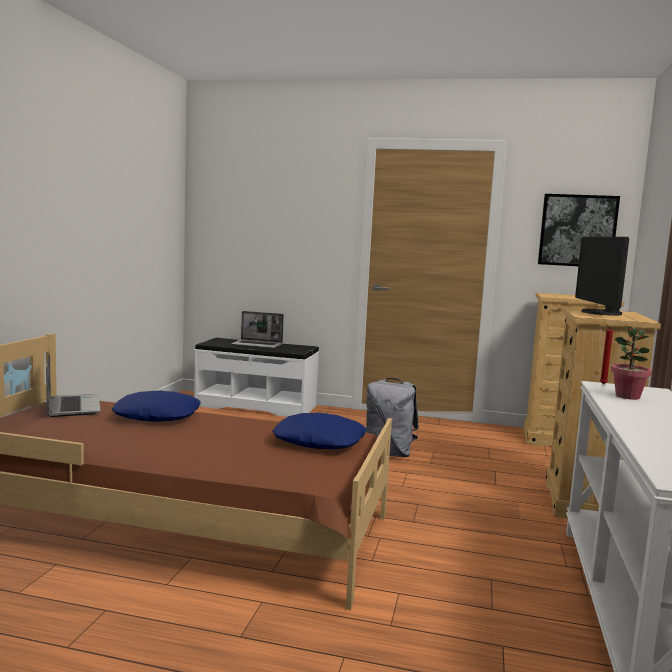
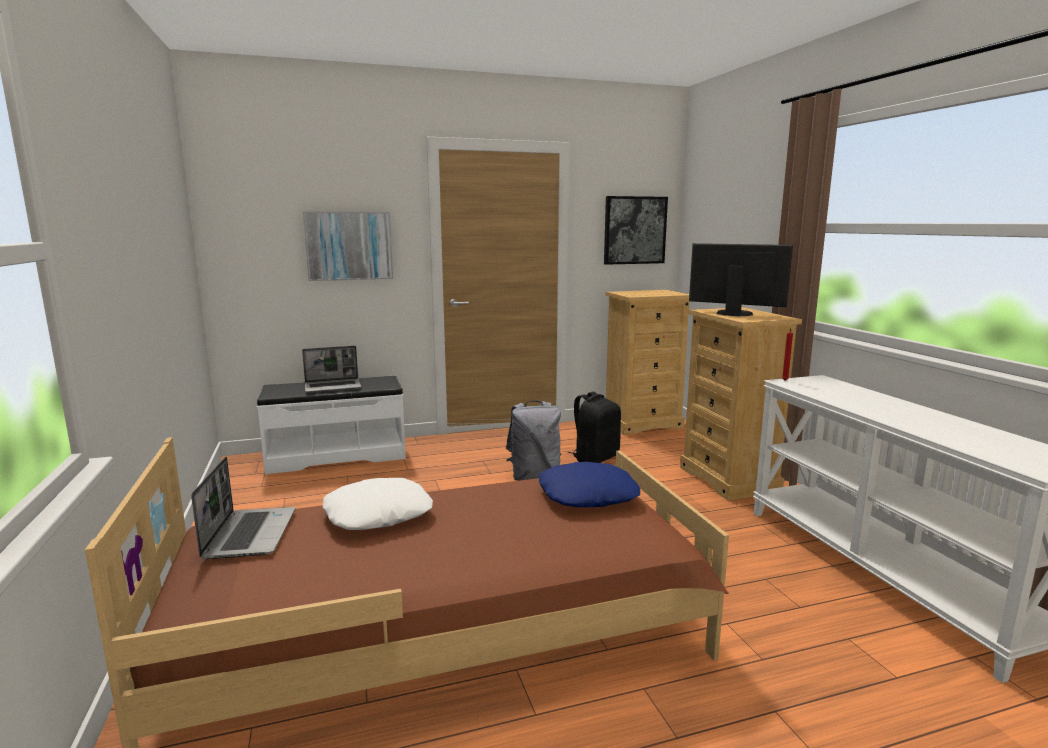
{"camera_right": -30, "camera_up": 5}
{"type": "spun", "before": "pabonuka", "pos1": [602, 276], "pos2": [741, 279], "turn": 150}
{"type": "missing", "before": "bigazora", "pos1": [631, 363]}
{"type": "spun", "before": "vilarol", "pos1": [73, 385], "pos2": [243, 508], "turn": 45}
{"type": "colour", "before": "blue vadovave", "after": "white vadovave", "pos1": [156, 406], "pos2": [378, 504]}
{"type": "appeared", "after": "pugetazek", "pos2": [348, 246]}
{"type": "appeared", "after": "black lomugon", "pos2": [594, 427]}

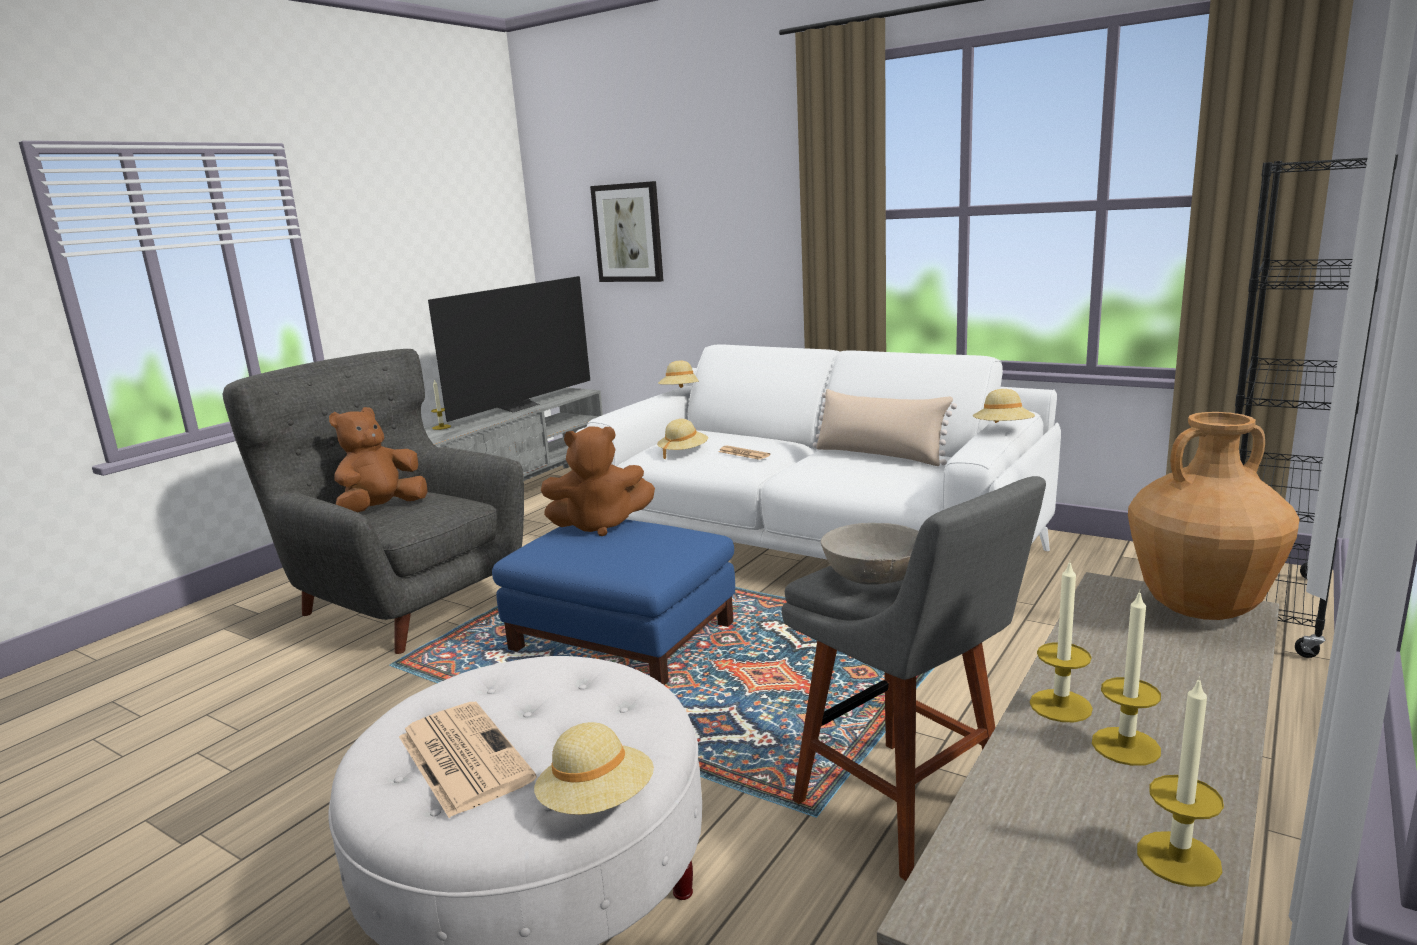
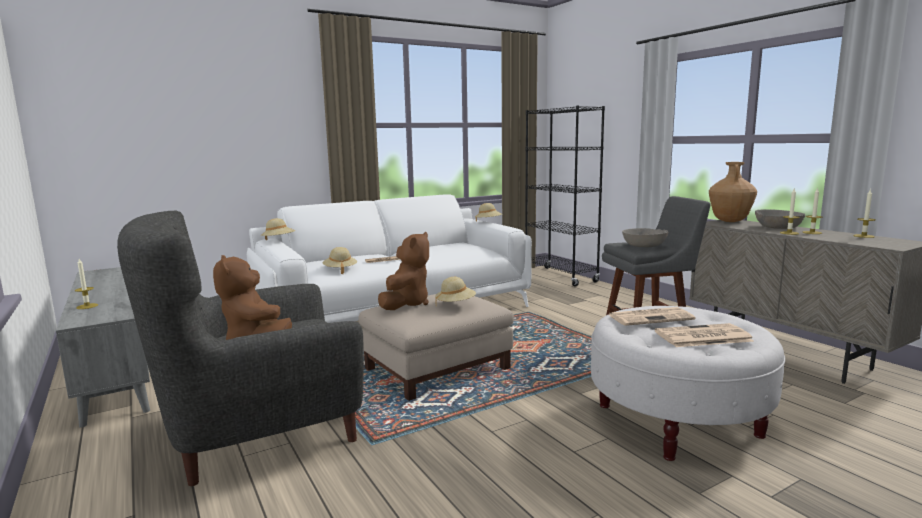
{"camera_right": -65, "camera_up": -5}
{"type": "missing", "before": "pugetazek", "pos1": [626, 231]}
{"type": "missing", "before": "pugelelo", "pos1": [509, 349]}
{"type": "missing", "before": "beige vadovave", "pos1": [885, 427]}
{"type": "colour", "before": "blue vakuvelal", "after": "beige vakuvelal", "pos1": [613, 602], "pos2": [436, 347]}
{"type": "relocated", "before": "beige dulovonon", "pos1": [594, 768], "pos2": [455, 291]}
{"type": "appeared", "after": "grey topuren", "pos2": [780, 219]}
{"type": "appeared", "after": "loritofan", "pos2": [652, 316]}

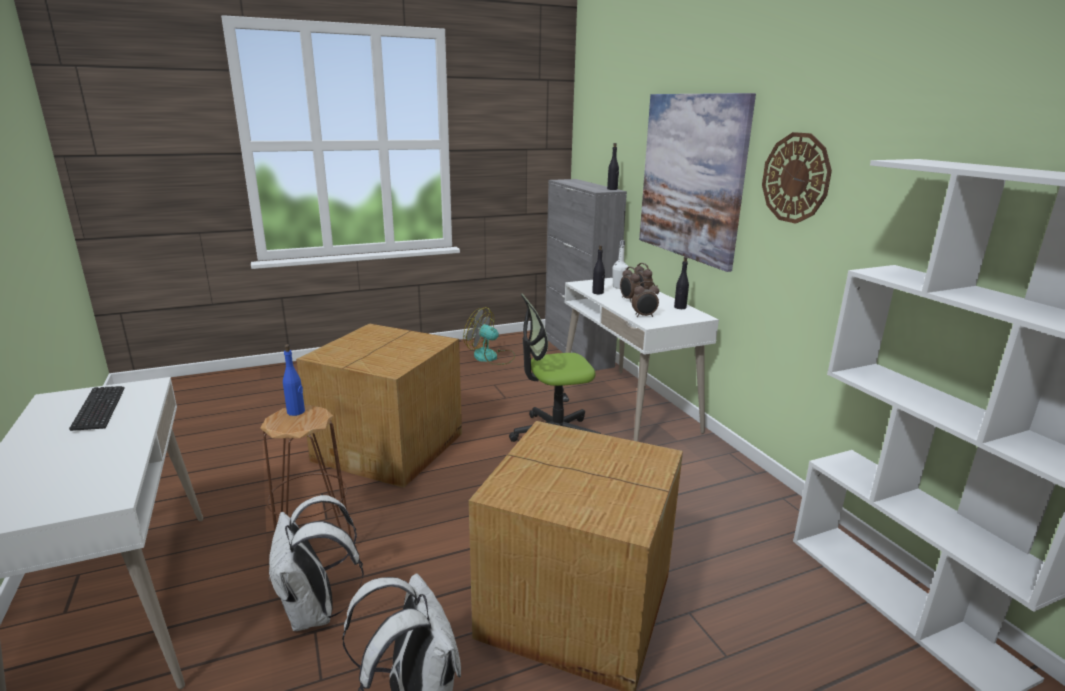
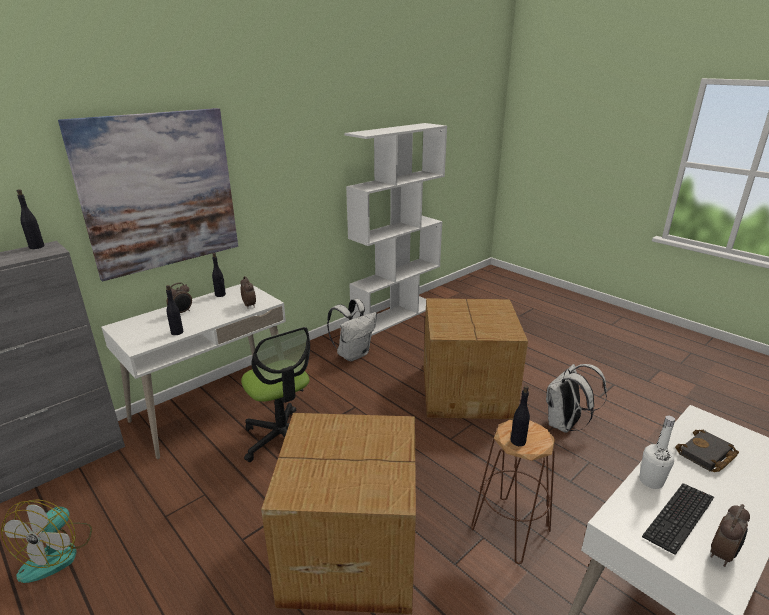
{"camera_right": -110, "camera_up": 5}
{"type": "missing", "before": "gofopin", "pos1": [797, 178]}
{"type": "relocated", "before": "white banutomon", "pos1": [620, 264], "pos2": [657, 452]}
{"type": "relocated", "before": "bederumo", "pos1": [630, 284], "pos2": [730, 535]}
{"type": "colour", "before": "blue banutomon", "after": "black banutomon", "pos1": [294, 380], "pos2": [520, 416]}
{"type": "relocated", "before": "white lomugon", "pos1": [316, 563], "pos2": [352, 330]}
{"type": "appeared", "after": "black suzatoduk", "pos2": [707, 451]}

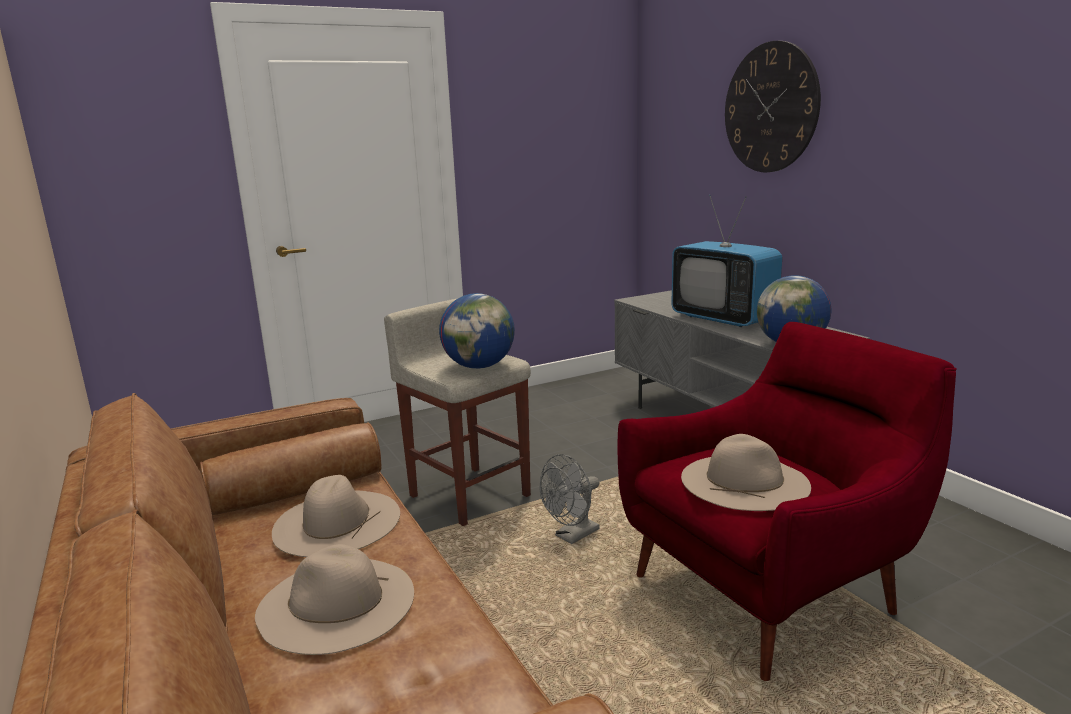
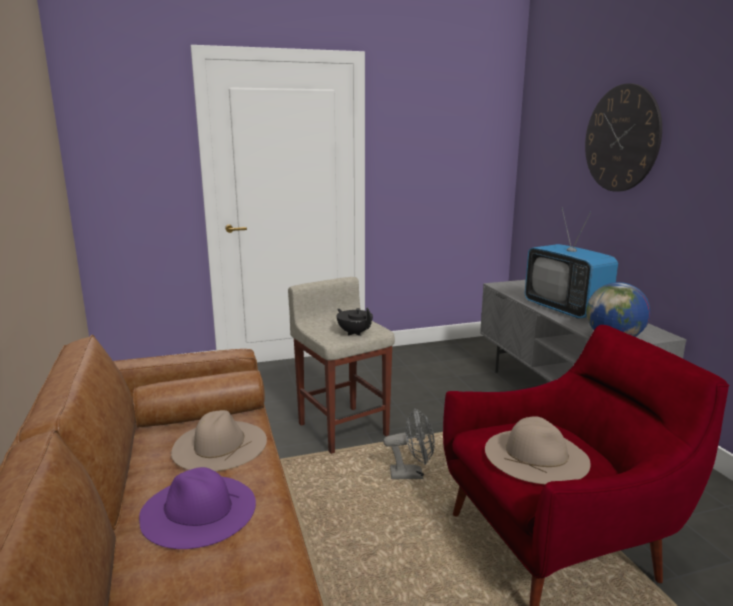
{"camera_right": 10, "camera_up": 0}
{"type": "exchanged", "before": "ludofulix", "after": "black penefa", "pos1": [477, 331], "pos2": [355, 321]}
{"type": "spun", "before": "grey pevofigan", "pos1": [570, 499], "pos2": [409, 443], "turn": -150}
{"type": "colour", "before": "beige dulovonon", "after": "purple dulovonon", "pos1": [334, 599], "pos2": [197, 508]}

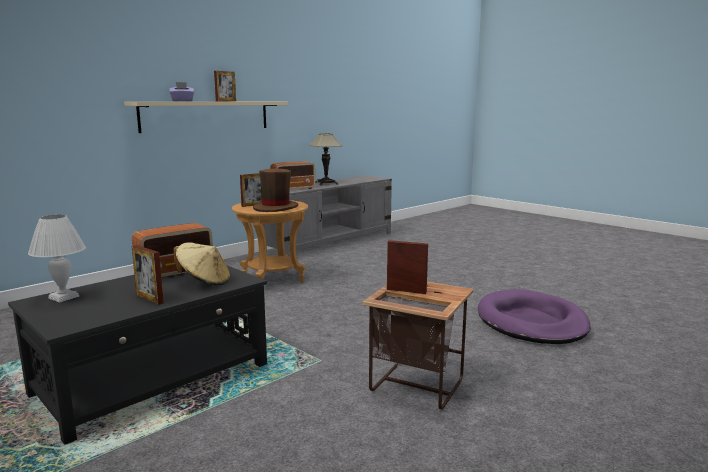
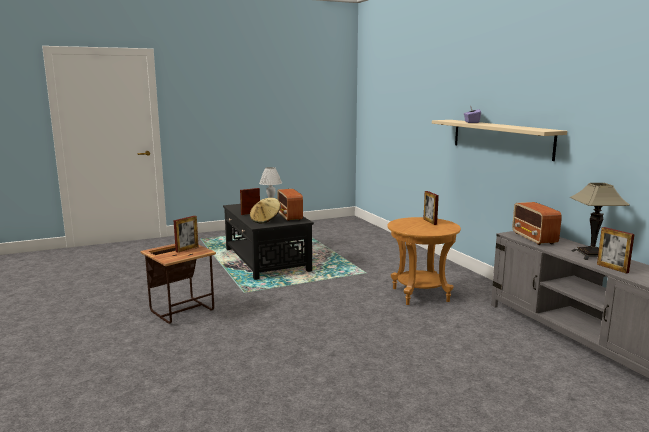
{"camera_right": 110, "camera_up": 0}
{"type": "relocated", "before": "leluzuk", "pos1": [225, 86], "pos2": [616, 250]}
{"type": "missing", "before": "brown dulovonon", "pos1": [275, 190]}
{"type": "missing", "before": "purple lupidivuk", "pos1": [534, 316]}

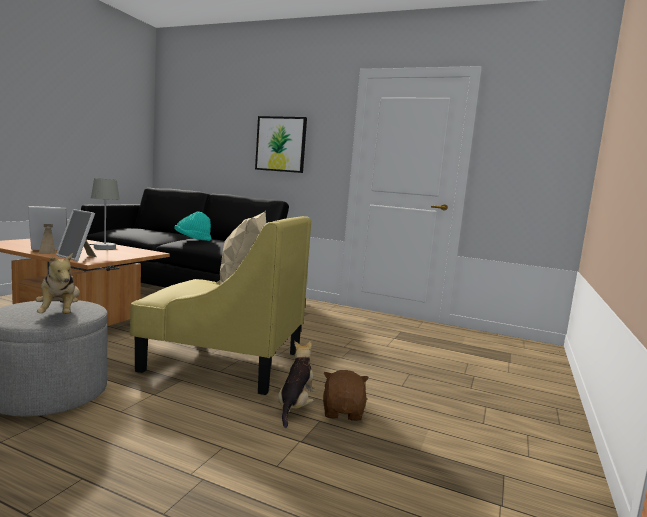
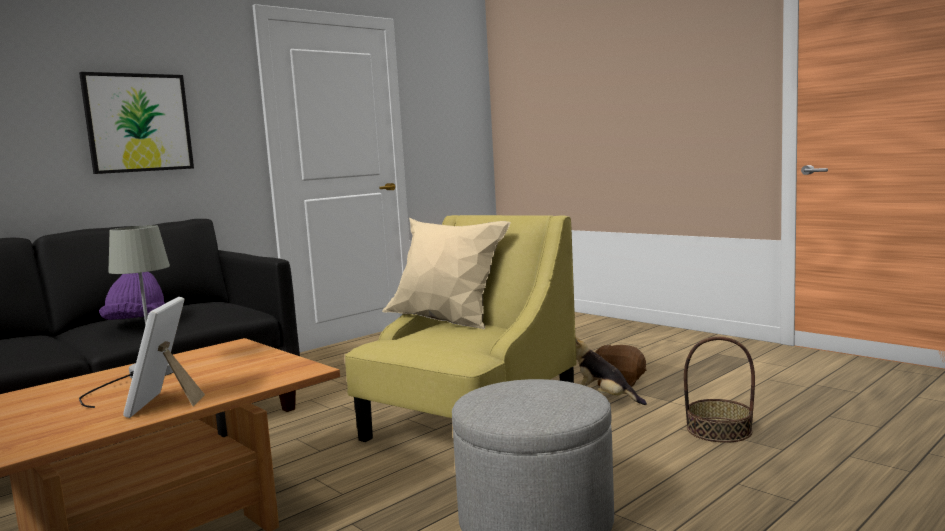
{"camera_right": -65, "camera_up": 0}
{"type": "missing", "before": "leluzuk", "pos1": [76, 235]}
{"type": "colour", "before": "turquoise dulovonon", "after": "purple dulovonon", "pos1": [193, 226], "pos2": [132, 296]}
{"type": "missing", "before": "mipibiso", "pos1": [58, 283]}
{"type": "appeared", "after": "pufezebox", "pos2": [719, 390]}

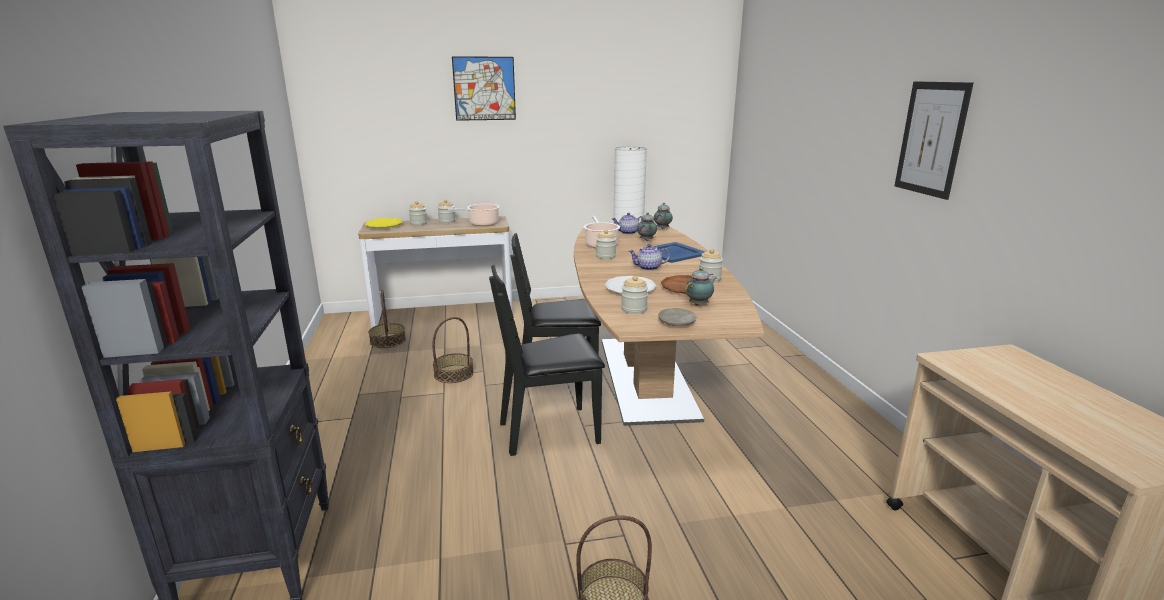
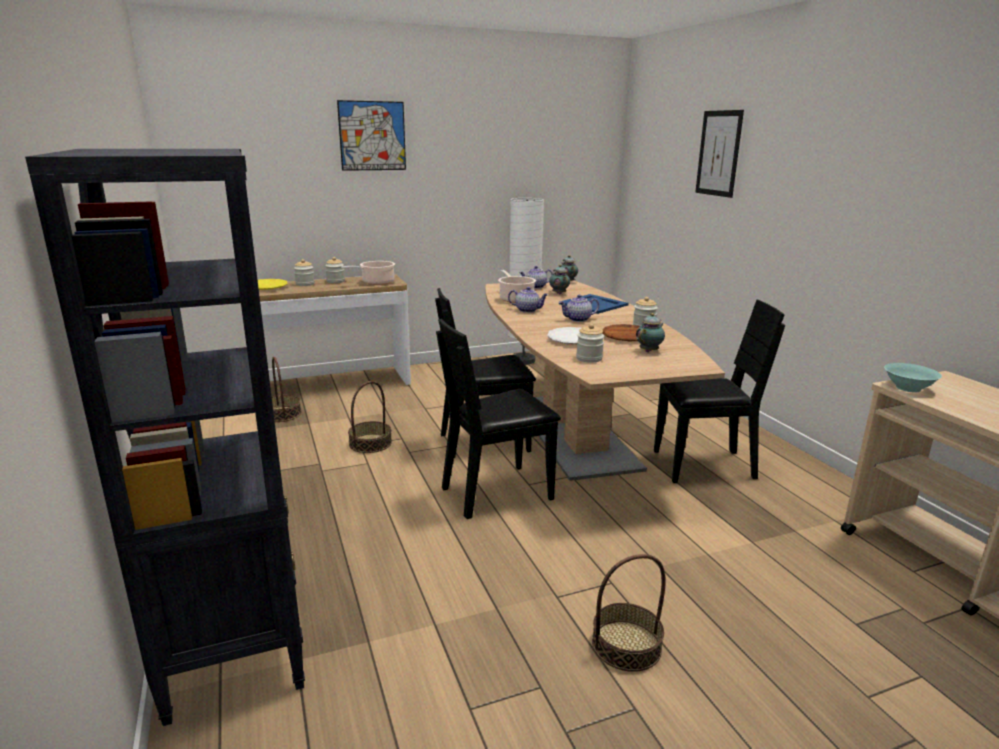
{"camera_right": -10, "camera_up": 0}
{"type": "relocated", "before": "pugetazek", "pos1": [934, 140], "pos2": [719, 154]}
{"type": "exchanged", "before": "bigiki", "after": "penefa", "pos1": [606, 244], "pos2": [528, 300]}
{"type": "missing", "before": "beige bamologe", "pos1": [677, 317]}
{"type": "appeared", "after": "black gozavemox", "pos2": [719, 391]}
{"type": "appeared", "after": "turquoise topuren", "pos2": [913, 378]}

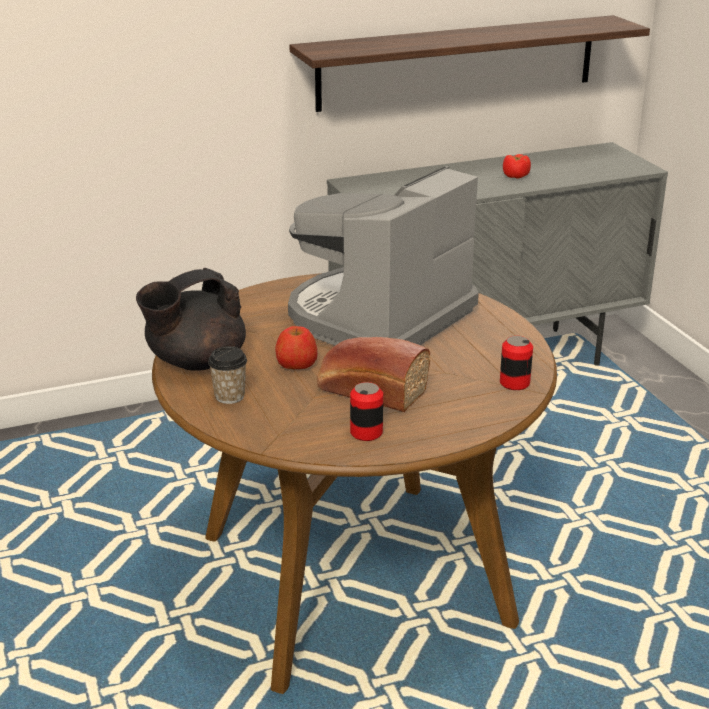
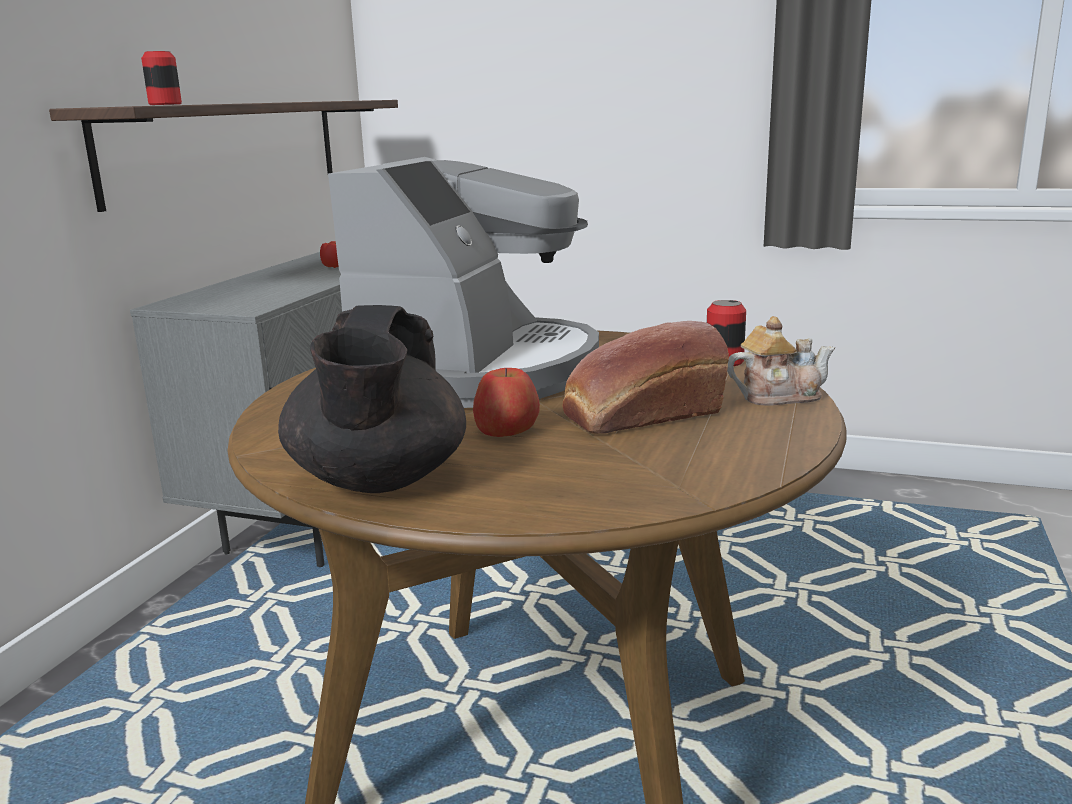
{"camera_right": -50, "camera_up": -10}
{"type": "spun", "before": "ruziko", "pos1": [383, 255], "pos2": [463, 282], "turn": -150}
{"type": "missing", "before": "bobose", "pos1": [227, 375]}
{"type": "relocated", "before": "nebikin", "pos1": [366, 411], "pos2": [161, 78]}
{"type": "appeared", "after": "penefa", "pos2": [781, 361]}

